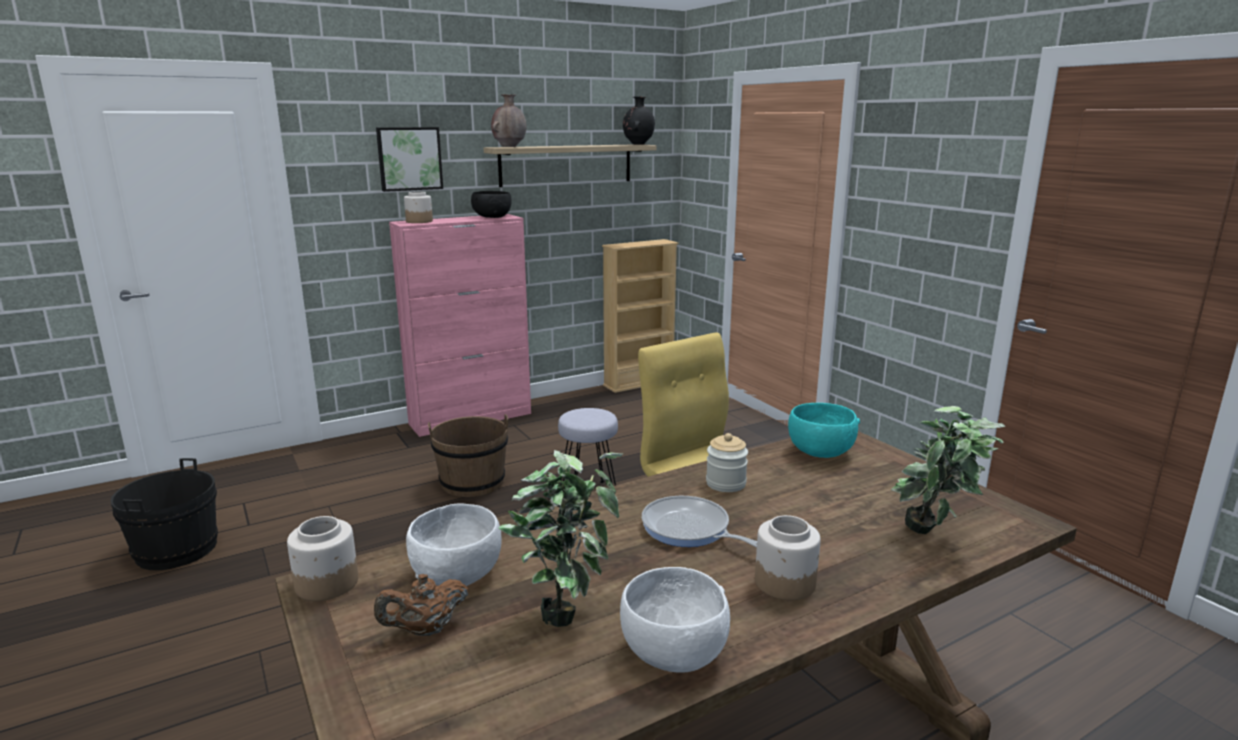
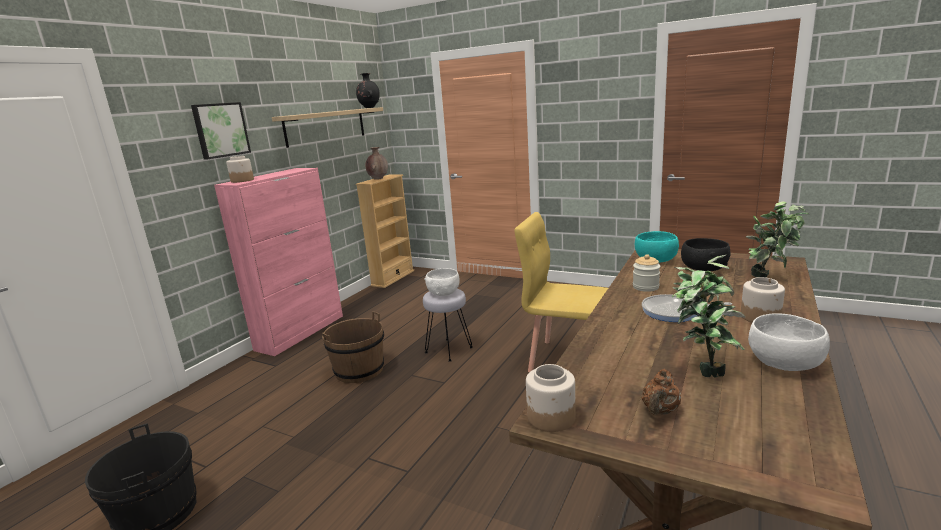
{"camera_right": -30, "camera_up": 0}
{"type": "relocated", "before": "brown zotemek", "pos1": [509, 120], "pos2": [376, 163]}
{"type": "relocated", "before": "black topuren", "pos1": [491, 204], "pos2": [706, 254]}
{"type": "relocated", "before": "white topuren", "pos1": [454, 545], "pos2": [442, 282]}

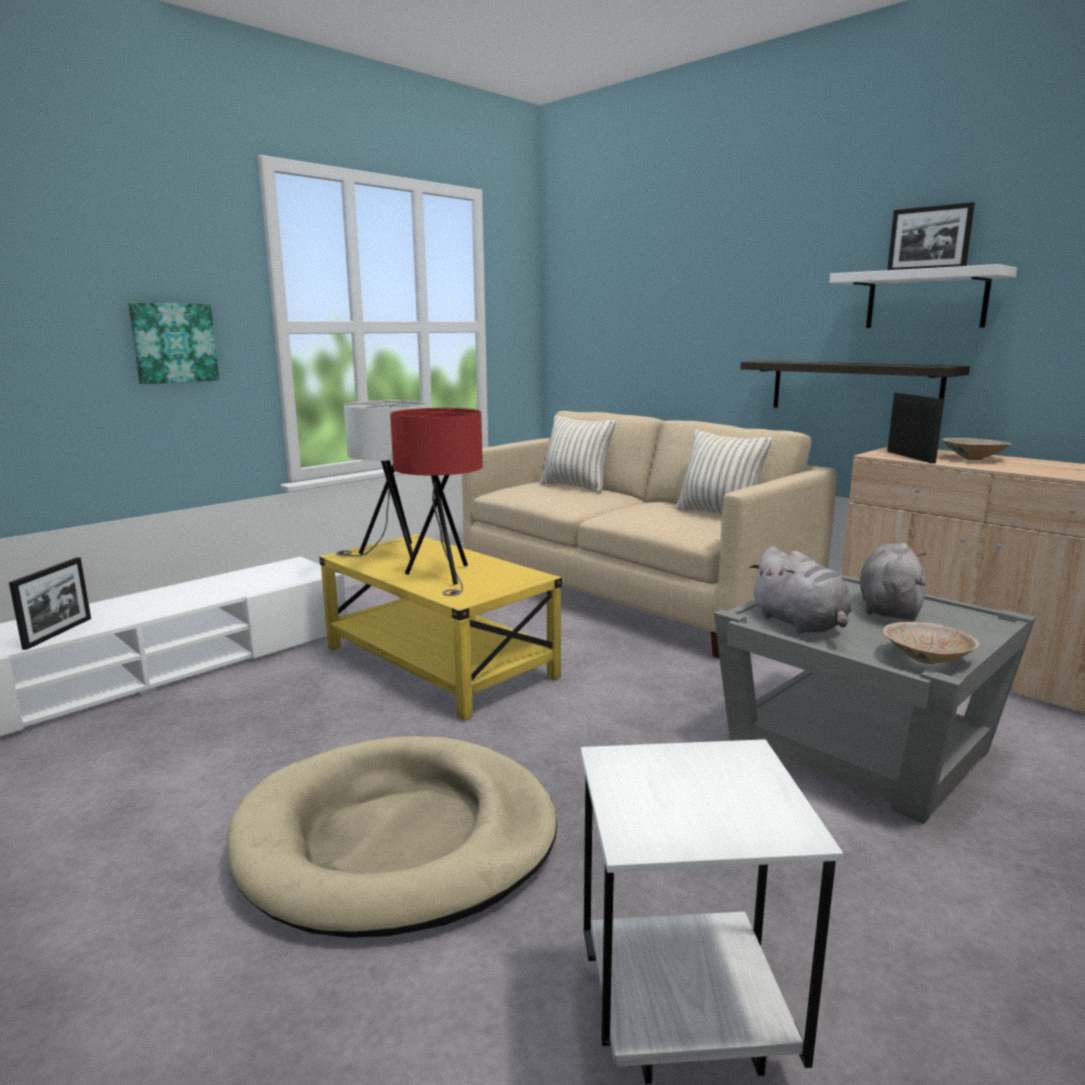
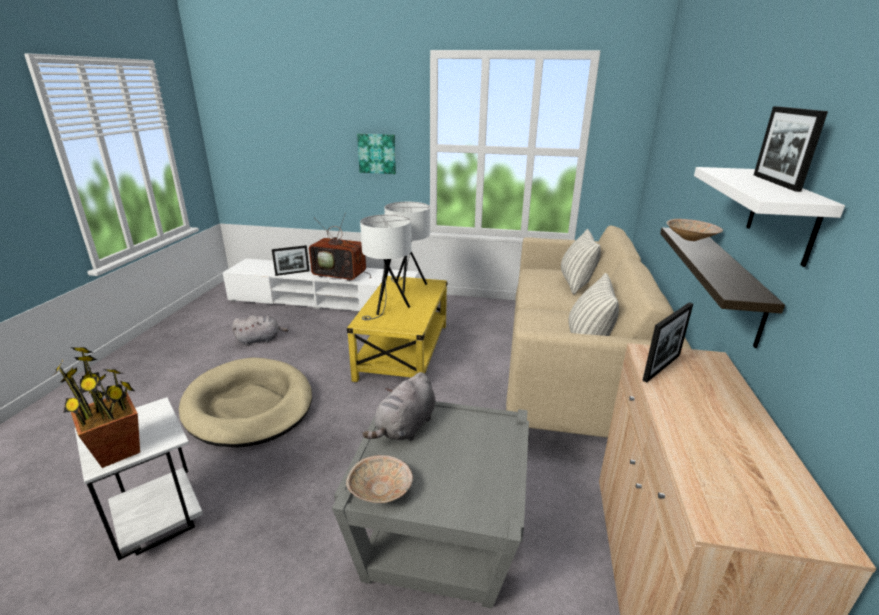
{"camera_right": 55, "camera_up": 10}
{"type": "colour", "before": "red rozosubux", "after": "white rozosubux", "pos1": [436, 502], "pos2": [386, 267]}
{"type": "relocated", "before": "beige topuren", "pos1": [976, 449], "pos2": [695, 230]}
{"type": "relocated", "before": "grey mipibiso", "pos1": [893, 582], "pos2": [260, 330]}
{"type": "appeared", "after": "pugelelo", "pos2": [340, 247]}
{"type": "appeared", "after": "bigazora", "pos2": [98, 407]}

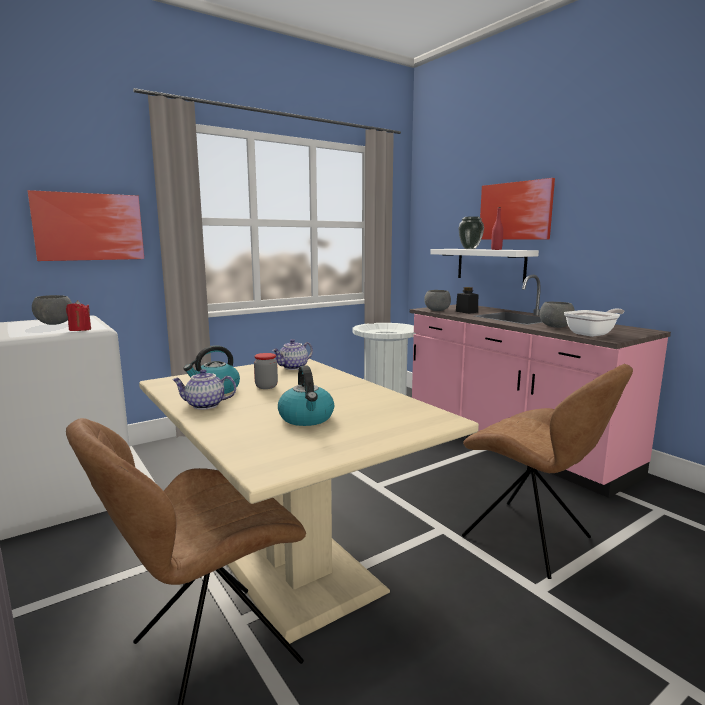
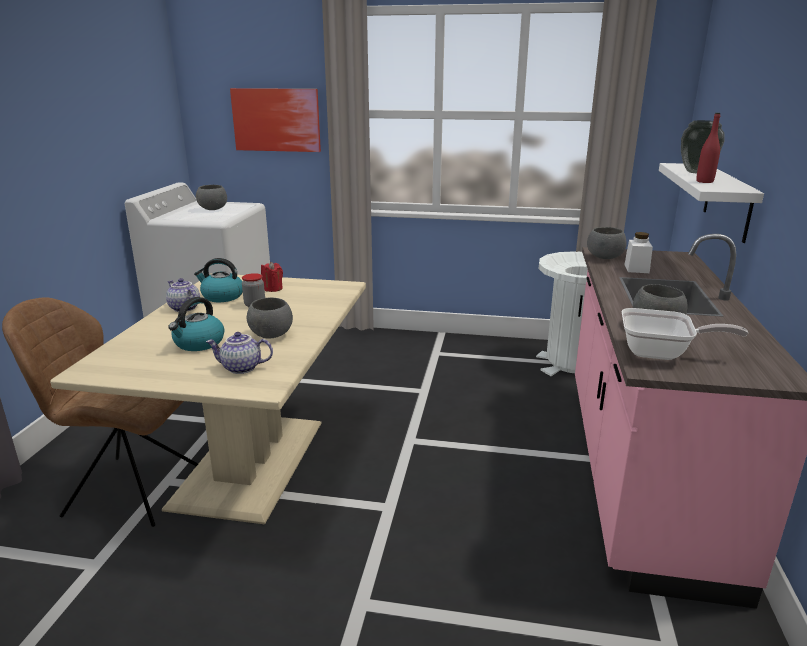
{"camera_right": 45, "camera_up": 10}
{"type": "missing", "before": "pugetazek", "pos1": [517, 209]}
{"type": "colour", "before": "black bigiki", "after": "white bigiki", "pos1": [467, 300], "pos2": [638, 252]}
{"type": "relocated", "before": "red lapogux", "pos1": [78, 315], "pos2": [272, 277]}
{"type": "relocated", "before": "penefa", "pos1": [292, 354], "pos2": [239, 353]}
{"type": "missing", "before": "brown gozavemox", "pos1": [547, 471]}
{"type": "appeared", "after": "grey topuren", "pos2": [269, 318]}

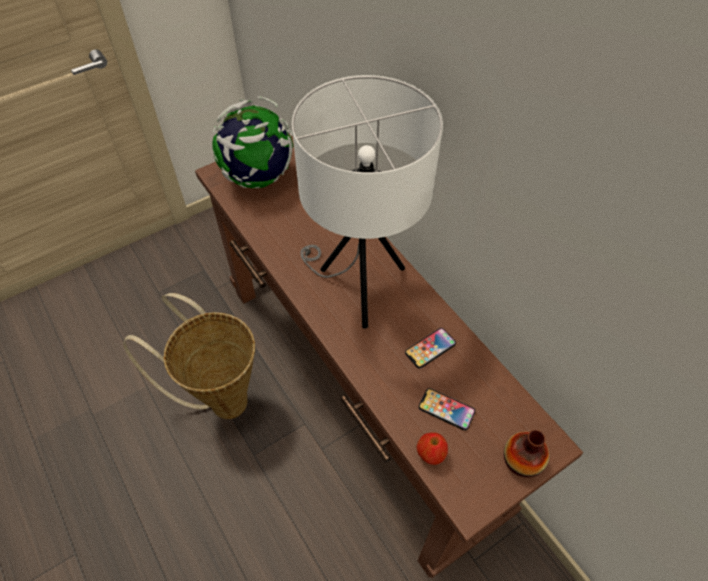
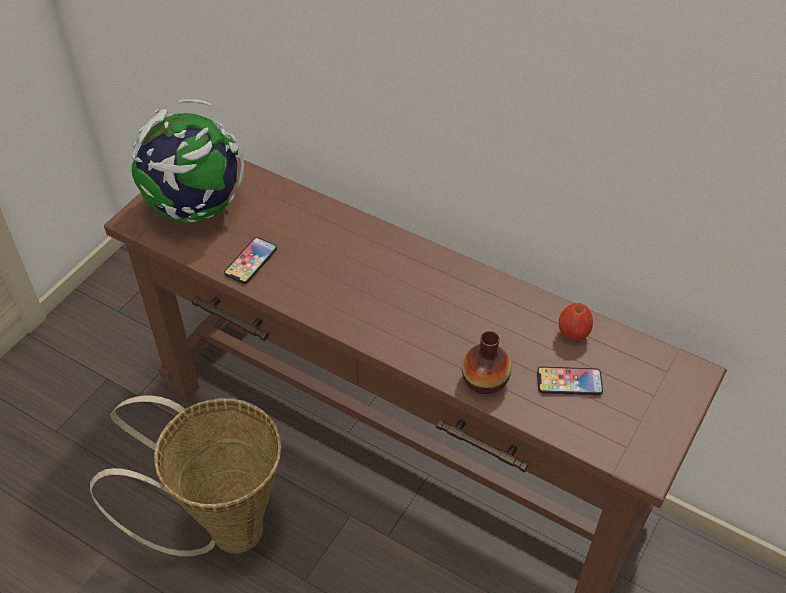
{"camera_right": -25, "camera_up": -5}
{"type": "missing", "before": "white rozosubux", "pos1": [367, 202]}
{"type": "relocated", "before": "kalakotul", "pos1": [430, 348], "pos2": [250, 260]}
{"type": "relocated", "before": "zotemek", "pos1": [526, 454], "pos2": [486, 362]}
{"type": "relocated", "before": "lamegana", "pos1": [432, 448], "pos2": [576, 322]}

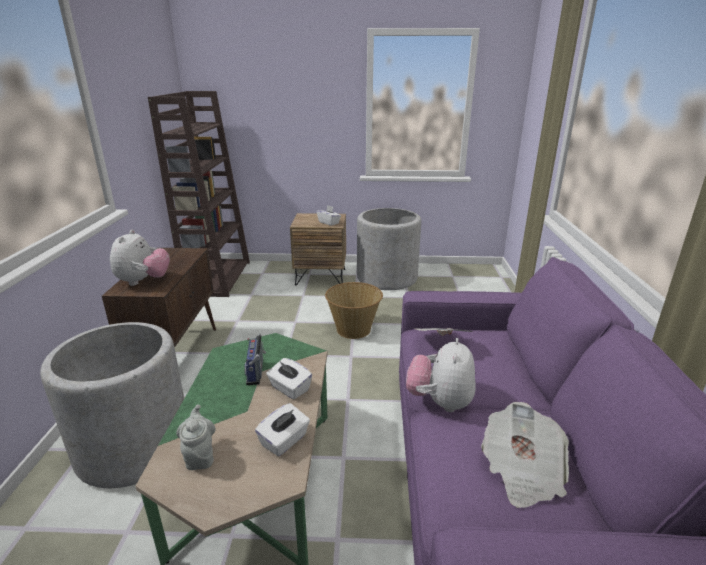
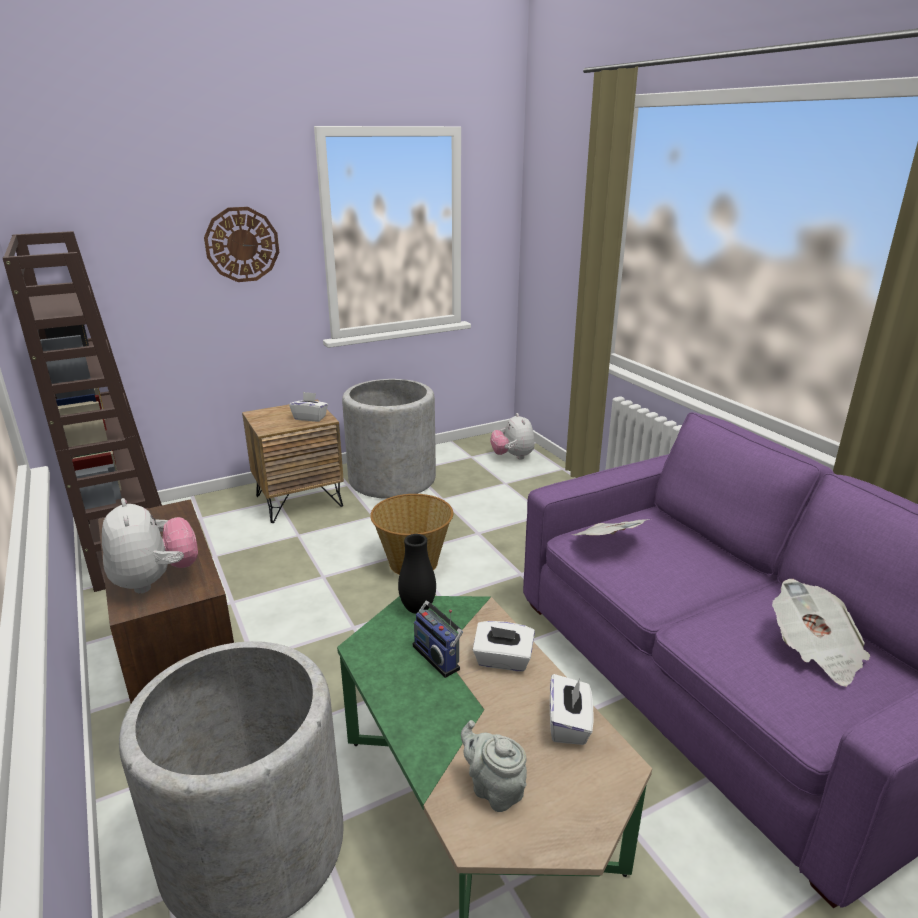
{"camera_right": -30, "camera_up": 0}
{"type": "relocated", "before": "mipibiso", "pos1": [441, 375], "pos2": [512, 436]}
{"type": "appeared", "after": "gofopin", "pos2": [241, 244]}
{"type": "appeared", "after": "black zotemek", "pos2": [417, 574]}

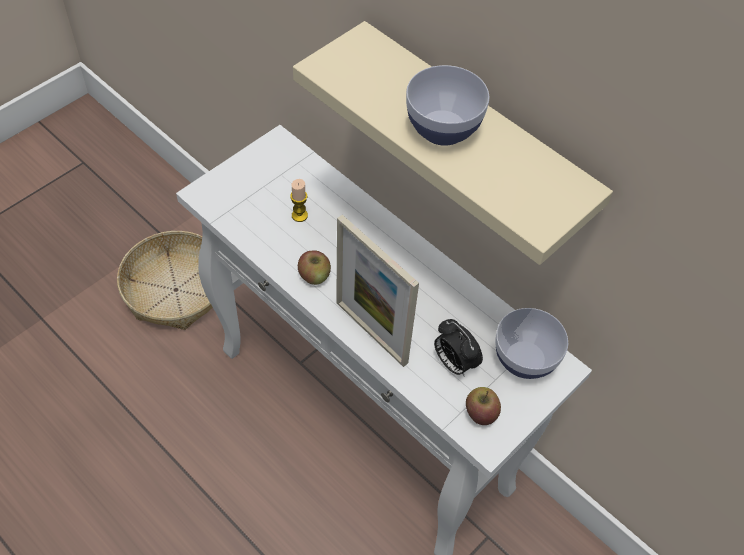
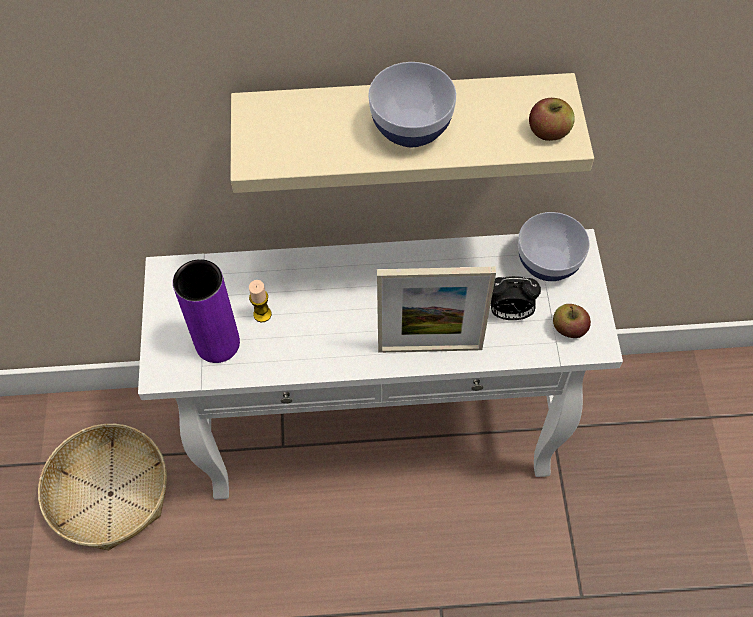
{"camera_right": -45, "camera_up": 5}
{"type": "relocated", "before": "lamegana", "pos1": [314, 267], "pos2": [552, 119]}
{"type": "appeared", "after": "purple zotemek", "pos2": [206, 311]}

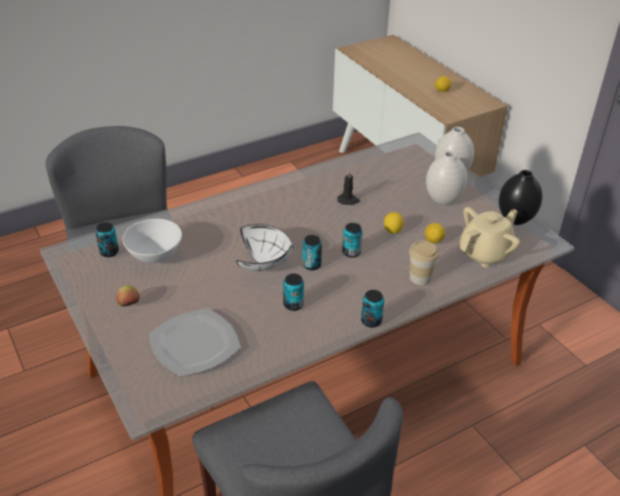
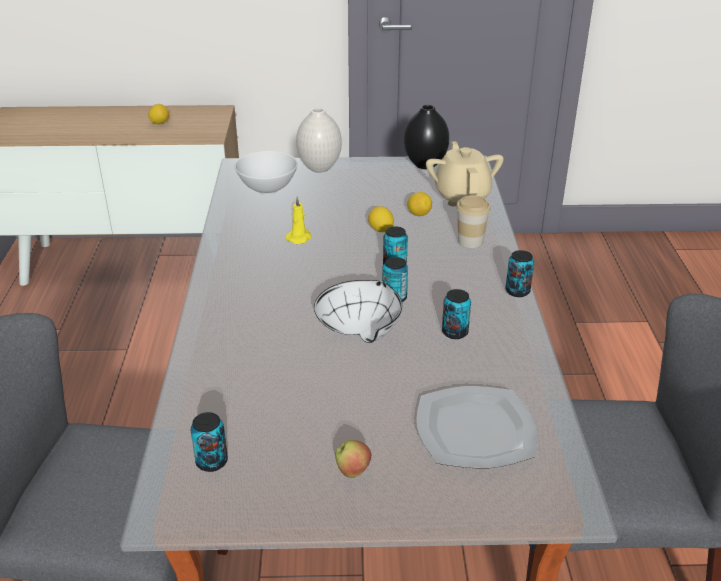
{"camera_right": -60, "camera_up": -5}
{"type": "missing", "before": "white zotemek", "pos1": [446, 178]}
{"type": "colour", "before": "black lapogux", "after": "yellow lapogux", "pos1": [348, 187], "pos2": [299, 220]}
{"type": "relocated", "before": "white topuren", "pos1": [152, 241], "pos2": [266, 173]}

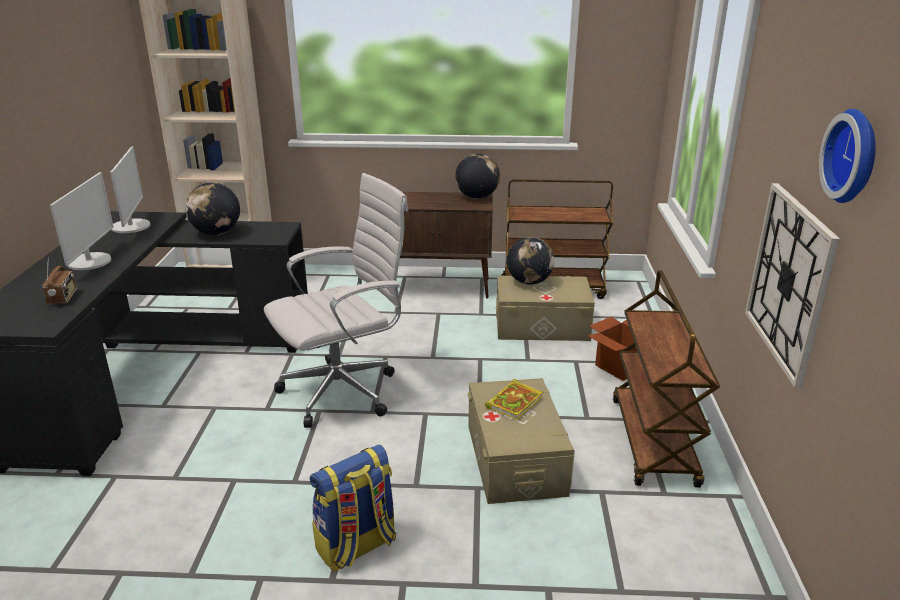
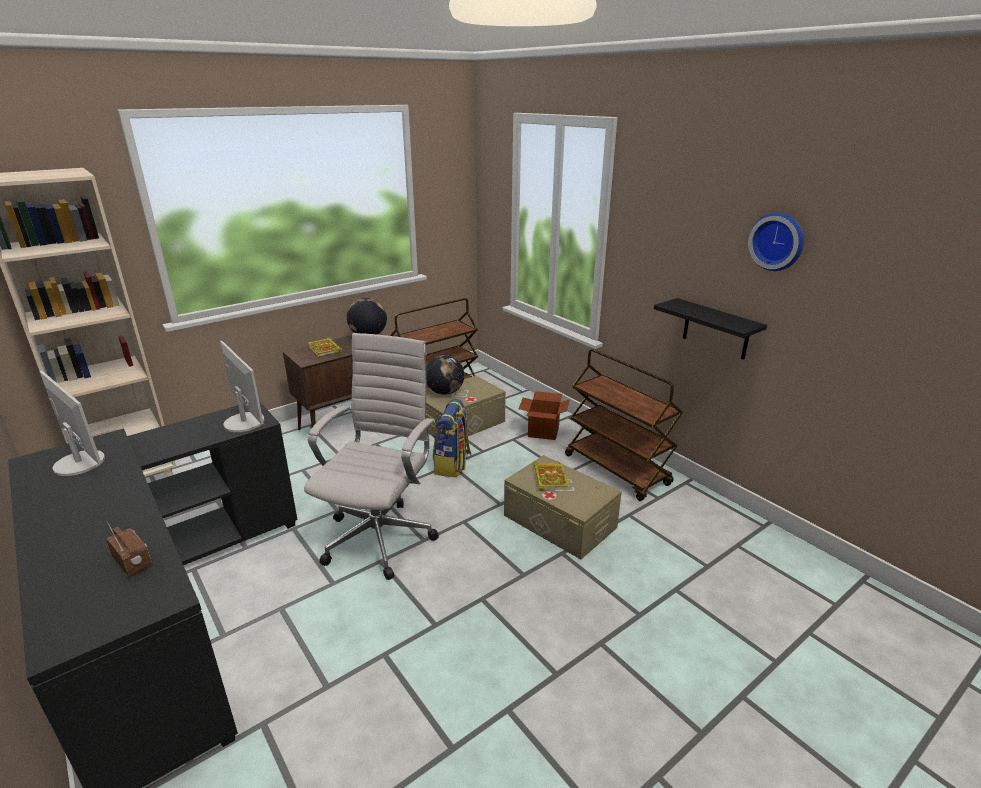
{"camera_right": -40, "camera_up": 0}
{"type": "relocated", "before": "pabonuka", "pos1": [82, 221], "pos2": [242, 386]}
{"type": "missing", "before": "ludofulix", "pos1": [212, 208]}
{"type": "exchanged", "before": "gofopin", "after": "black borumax", "pos1": [792, 285], "pos2": [710, 329]}
{"type": "relocated", "before": "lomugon", "pos1": [353, 508], "pos2": [452, 438]}
{"type": "appeared", "after": "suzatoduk", "pos2": [325, 347]}

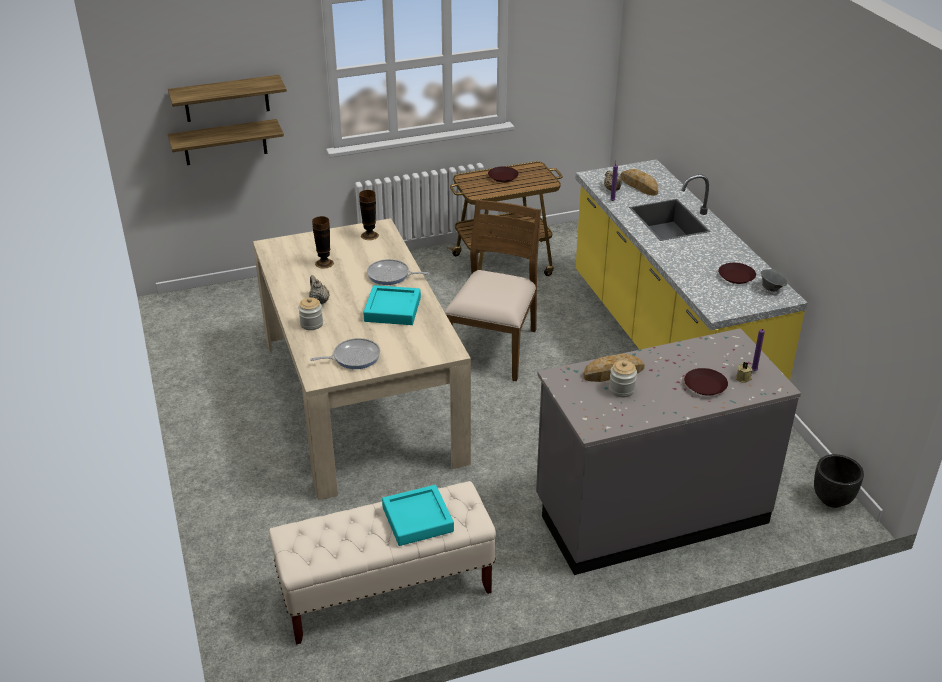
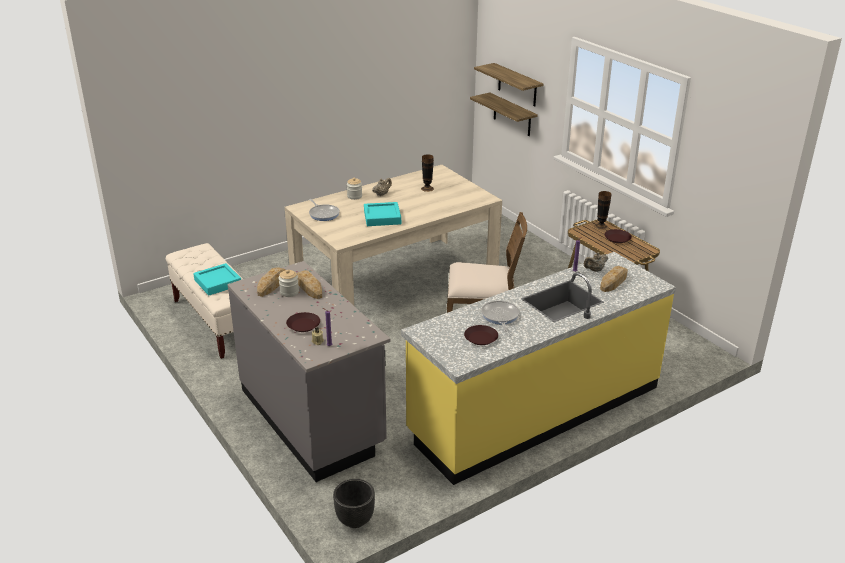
{"camera_right": 75, "camera_up": -5}
{"type": "relocated", "before": "zotemek", "pos1": [369, 215], "pos2": [602, 210]}
{"type": "relocated", "before": "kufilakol", "pos1": [398, 272], "pos2": [500, 316]}
{"type": "missing", "before": "grey topuren", "pos1": [774, 280]}
{"type": "appeared", "after": "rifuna", "pos2": [271, 282]}

